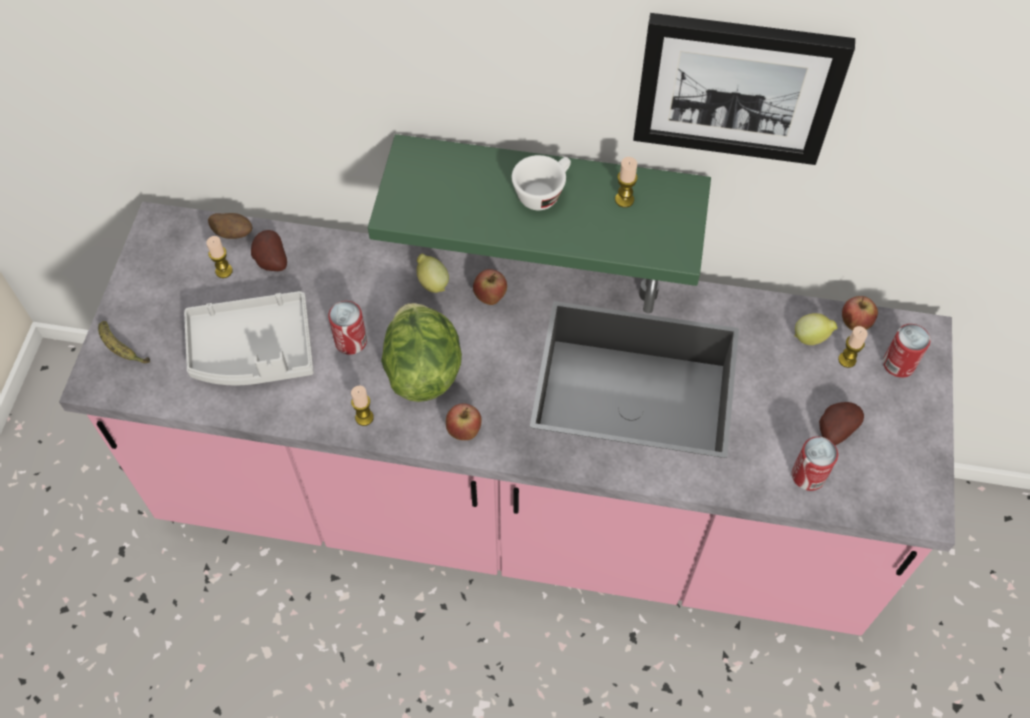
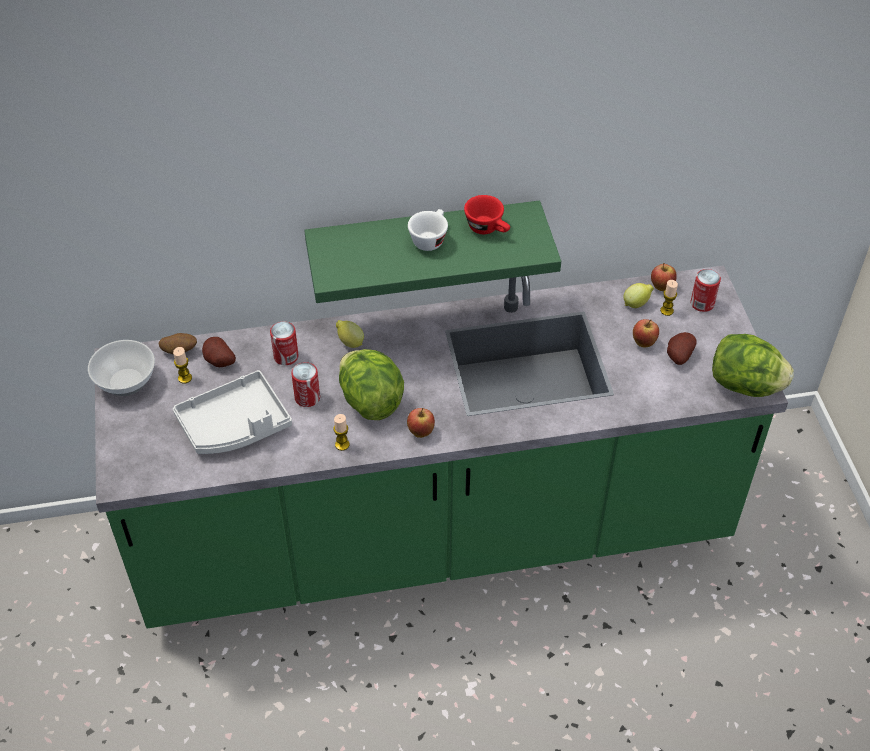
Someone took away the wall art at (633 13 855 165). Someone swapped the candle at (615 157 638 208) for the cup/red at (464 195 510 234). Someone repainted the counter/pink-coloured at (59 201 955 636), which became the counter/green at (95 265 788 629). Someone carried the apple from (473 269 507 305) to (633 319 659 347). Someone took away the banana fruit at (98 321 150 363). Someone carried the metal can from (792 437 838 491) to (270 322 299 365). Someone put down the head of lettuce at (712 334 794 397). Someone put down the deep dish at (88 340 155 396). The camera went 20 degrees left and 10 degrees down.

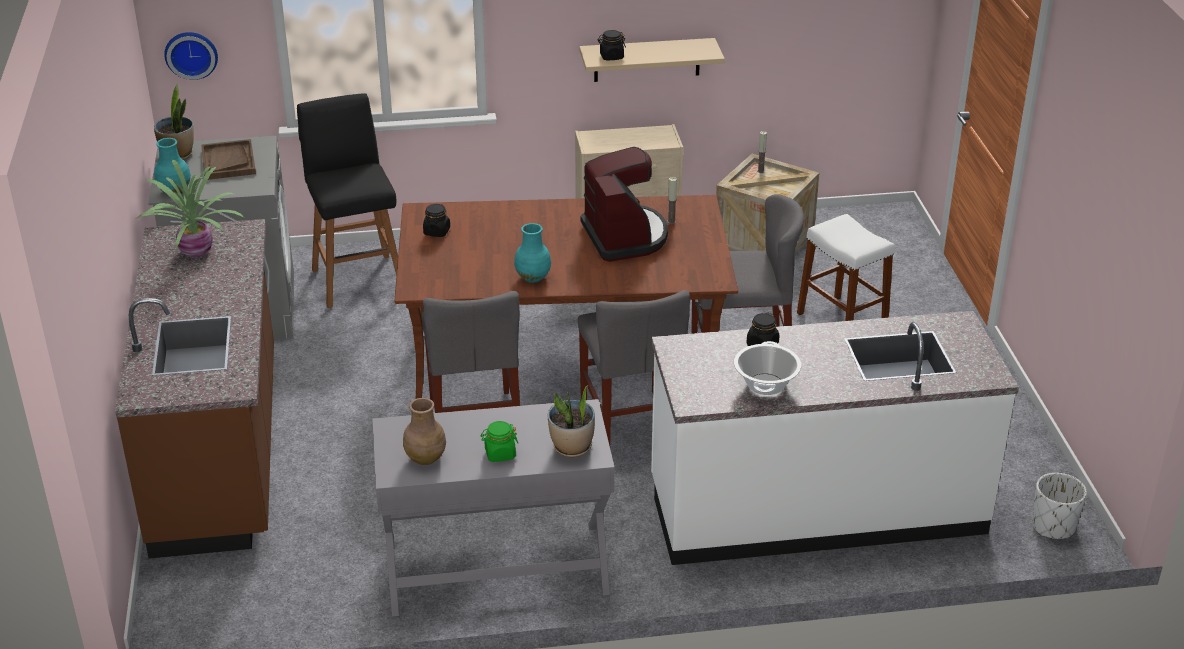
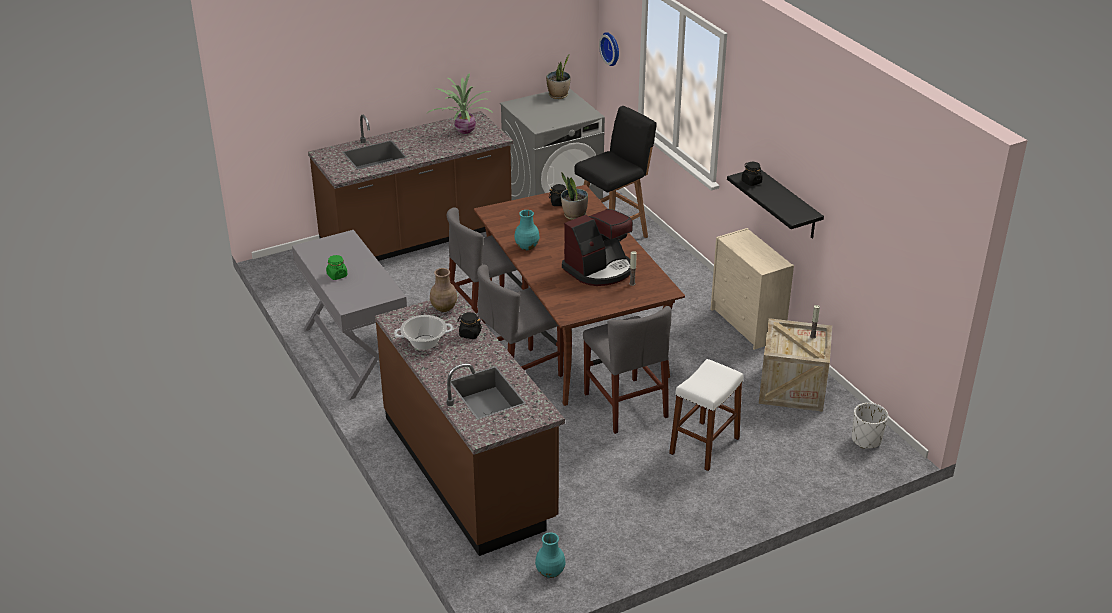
Someone repainted the shelf/sand-coloured at (579 38 725 82), which became the shelf/black-coloured at (727 169 824 239). Someone carried the vase/turquoise from (154 138 191 194) to (535 532 565 578). Someone took away the serving tray/brownish at (201 139 256 180). Someone repainted the counter/white-coloured at (651 311 1019 565), which became the counter/brownish at (375 292 565 556). Someone carried the plant in a pot from (548 385 595 457) to (561 173 588 220). Someone carried the vase/brownish from (403 398 446 465) to (430 268 457 312). Someone carried the planter/white-coloured from (1032 473 1087 539) to (852 403 888 449). The camera went 70 degrees right and 0 degrees up.

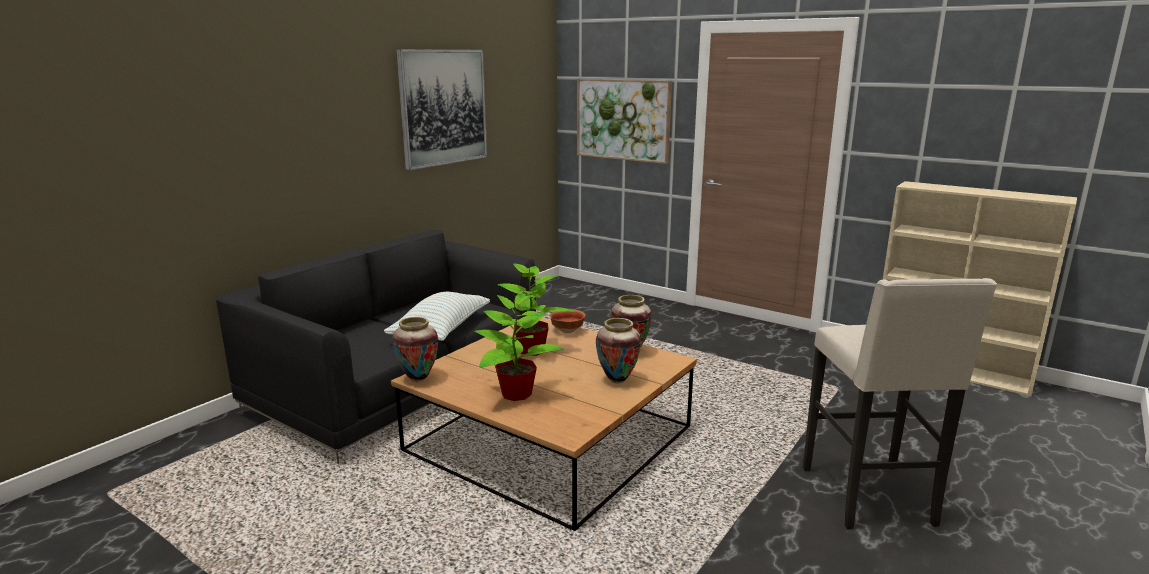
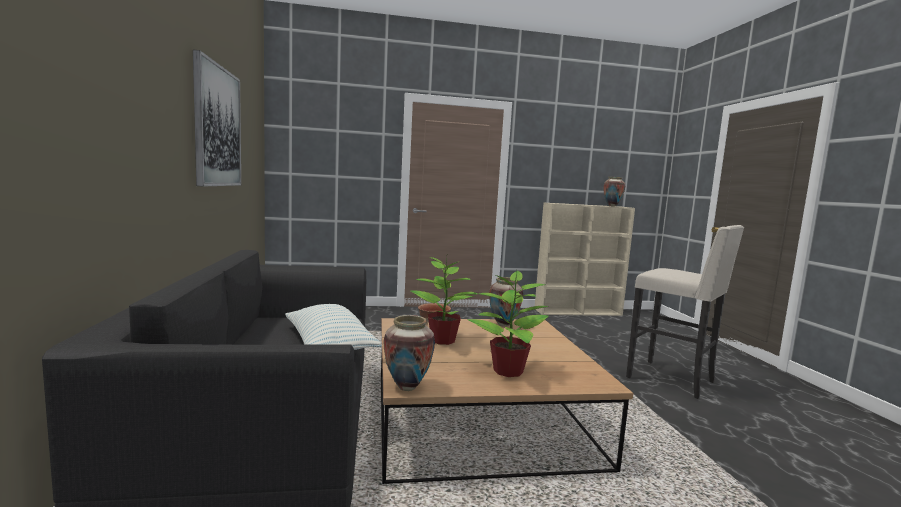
Someone took away the wall art at (577 79 672 164). Someone carried the vase from (596 318 641 384) to (603 177 625 207). The camera went 45 degrees left and 10 degrees down.

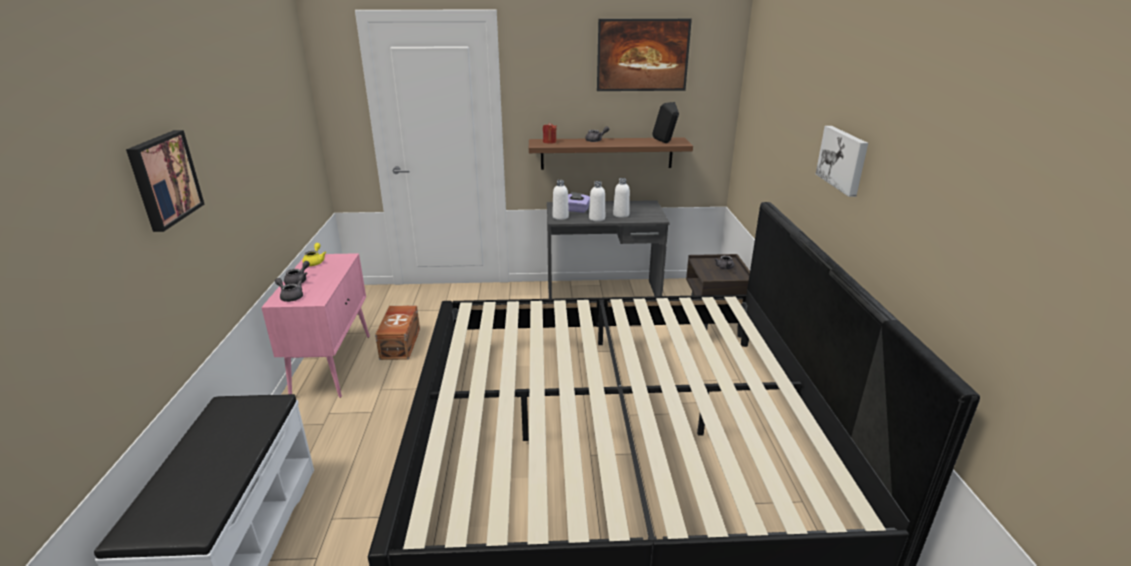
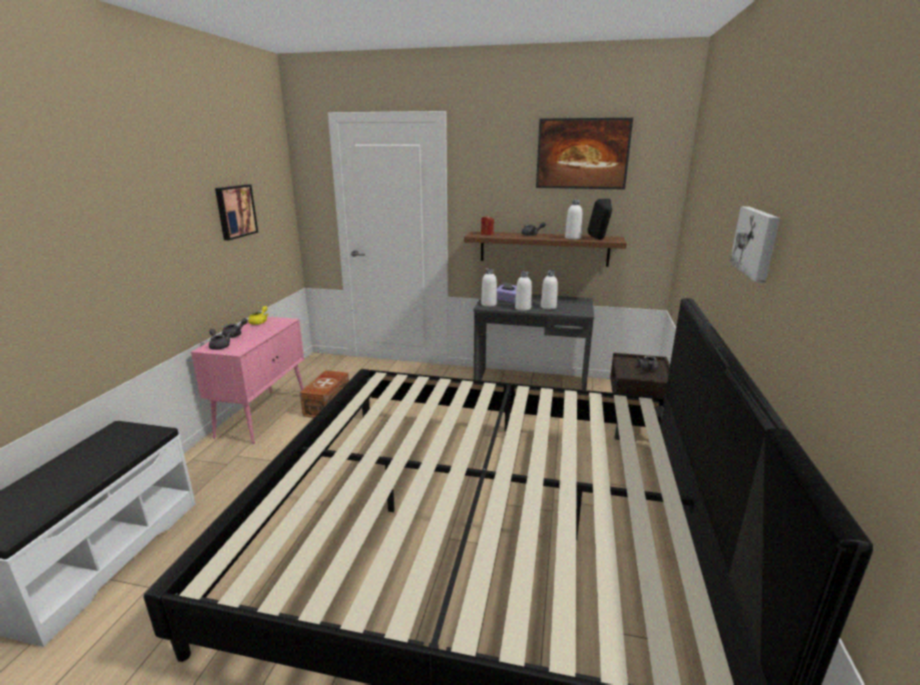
Someone carried the wall art from (126 130 204 232) to (215 184 258 240). Someone put down the drink bottle/white-coloured at (565 200 582 239). The camera went 15 degrees right and 5 degrees down.

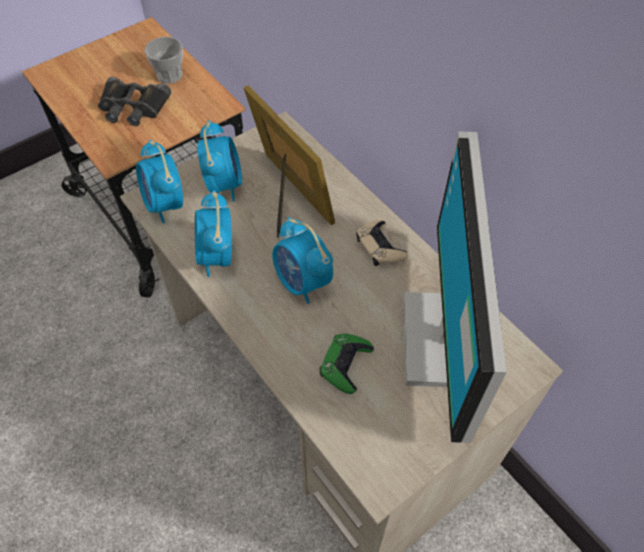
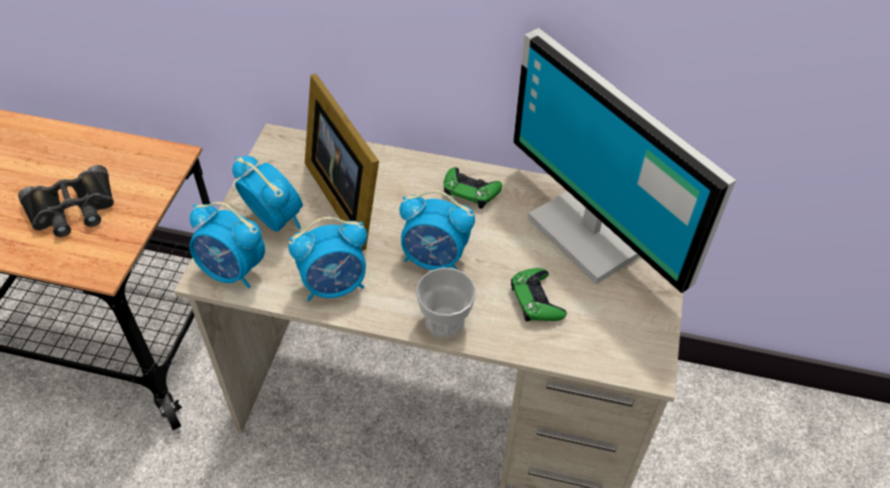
Someone carried the cup from (144 37 183 84) to (416 267 476 337). Someone rotated the standing frame at (244 85 335 238) by 135 degrees counterclockwise. Someone rotated the bedside clock at (195 190 232 277) by 60 degrees counterclockwise. Someone repainted the joypad/sand-coloured at (356 220 408 266), which became the joypad/green at (444 167 502 209). The camera went 40 degrees left and 5 degrees down.

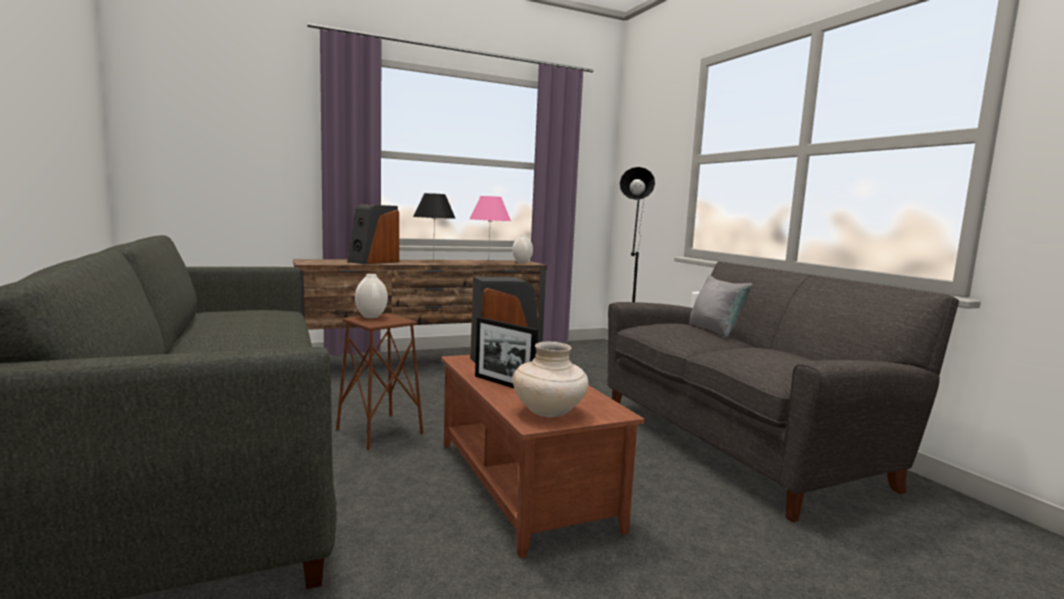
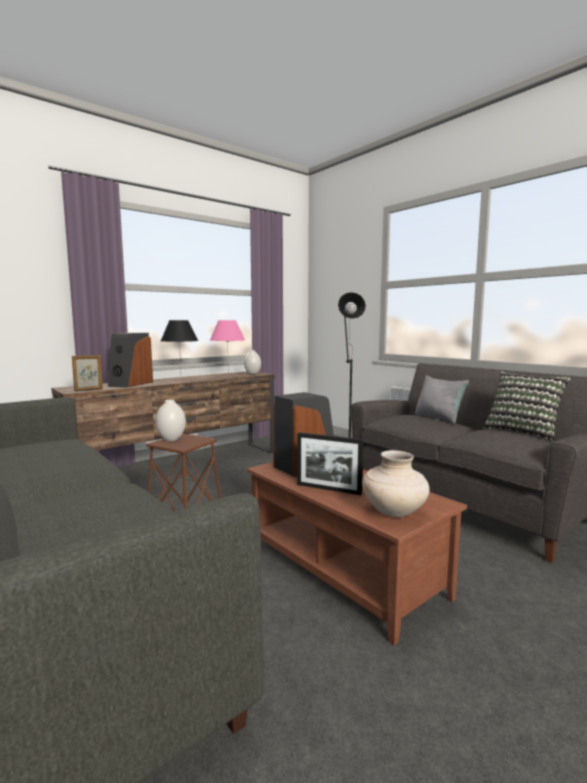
Someone put down the standing frame at (72 355 103 391). Someone put down the pillow at (483 371 571 441). The camera went 15 degrees left and 0 degrees up.

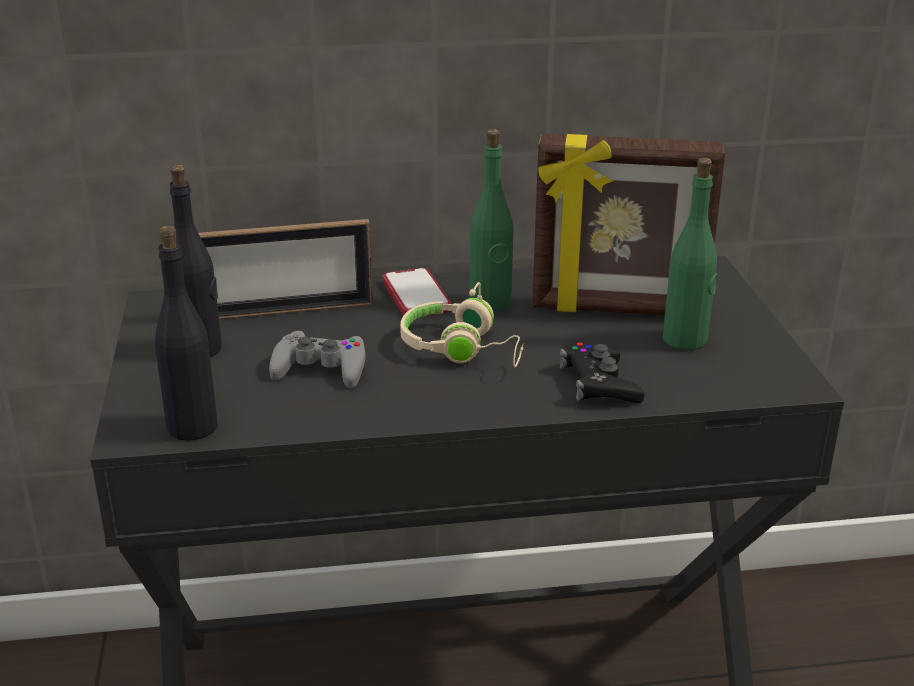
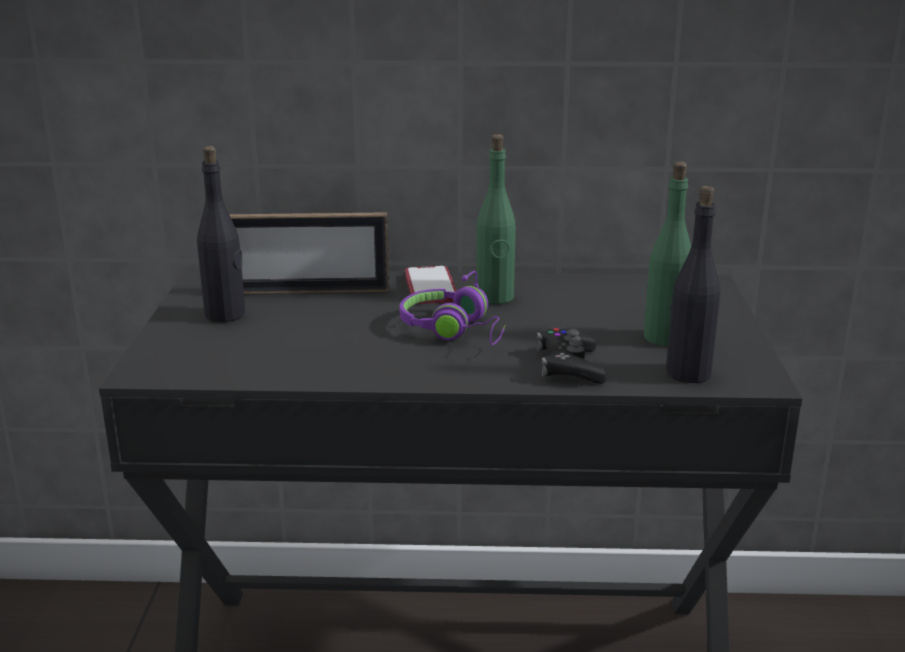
Someone took away the standing frame at (532 133 725 316). Someone carried the drink bottle/black-coloured from (155 226 218 441) to (666 186 720 383). Someone repainted the headphones/sand-coloured at (400 282 524 367), which became the headphones/purple-coloured at (399 271 506 345). Someone took away the joypad/greyish at (269 330 366 388). The camera went 10 degrees right and 5 degrees down.

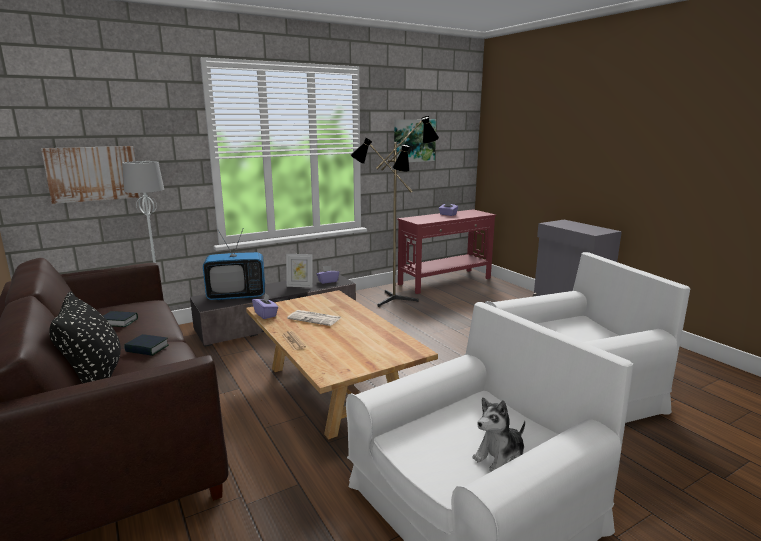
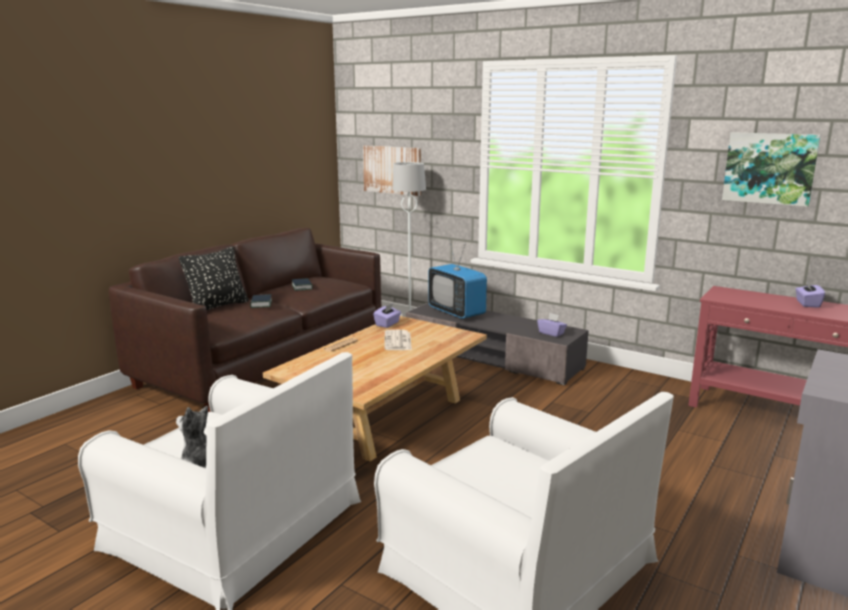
Someone took away the floor lamp at (351 116 439 307). Someone took away the standing frame at (286 254 313 287). The camera went 65 degrees right and 0 degrees up.

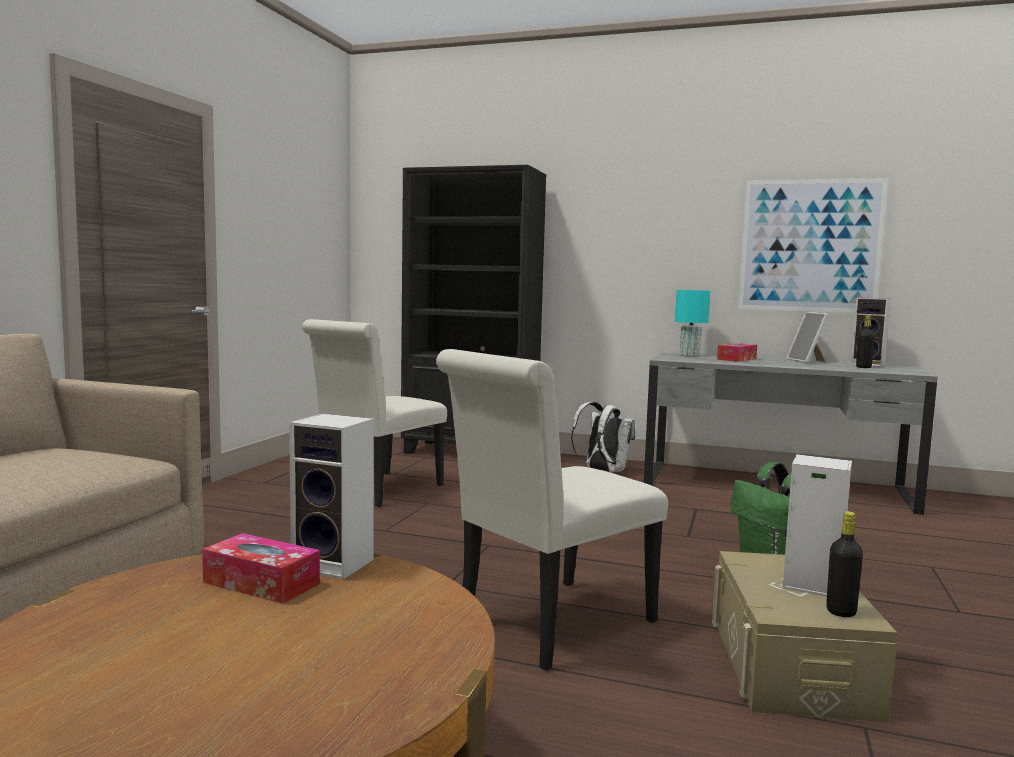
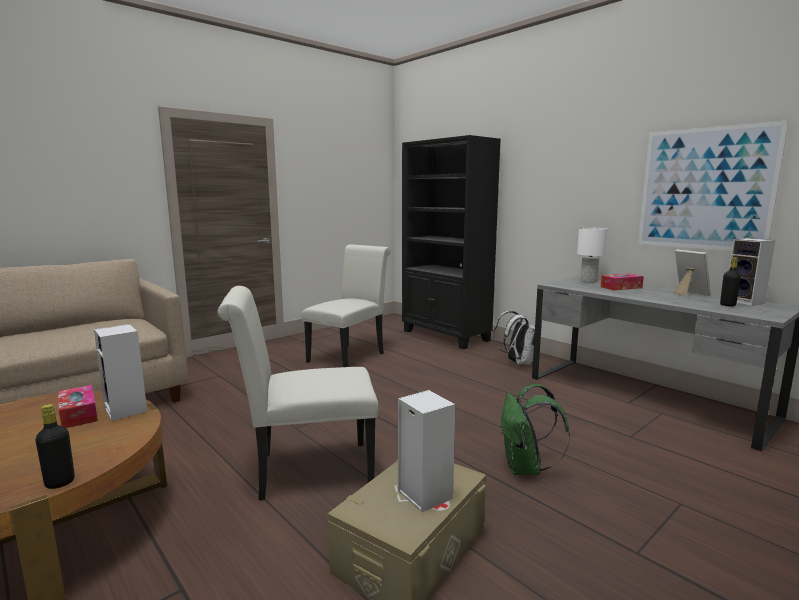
Someone repainted the tabletop lamp/turquoise at (675 290 710 357), which became the tabletop lamp/white-coloured at (577 228 607 283). Someone rotated the standing frame at (786 312 828 363) by 135 degrees clockwise. Someone rotated the chair/white-coloured at (302 319 447 507) by 150 degrees clockwise. Someone carried the drink bottle/black-coloured from (826 511 863 617) to (35 404 75 489). The camera went 30 degrees right and 5 degrees up.

